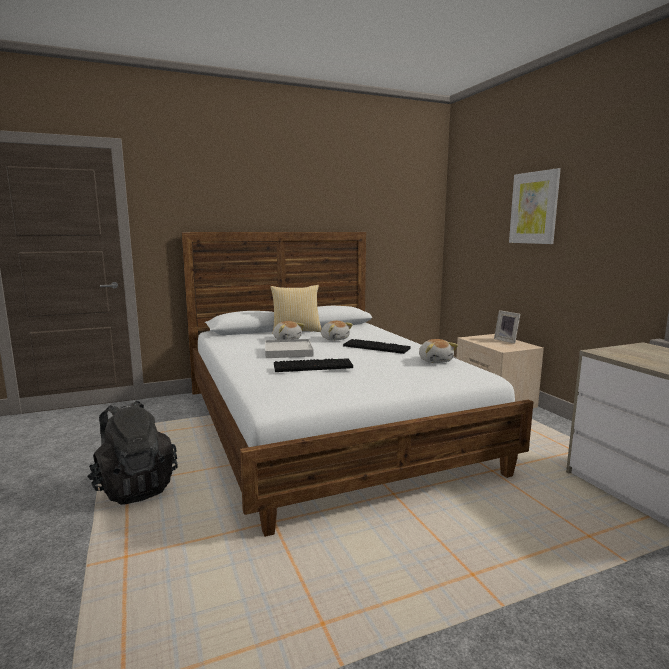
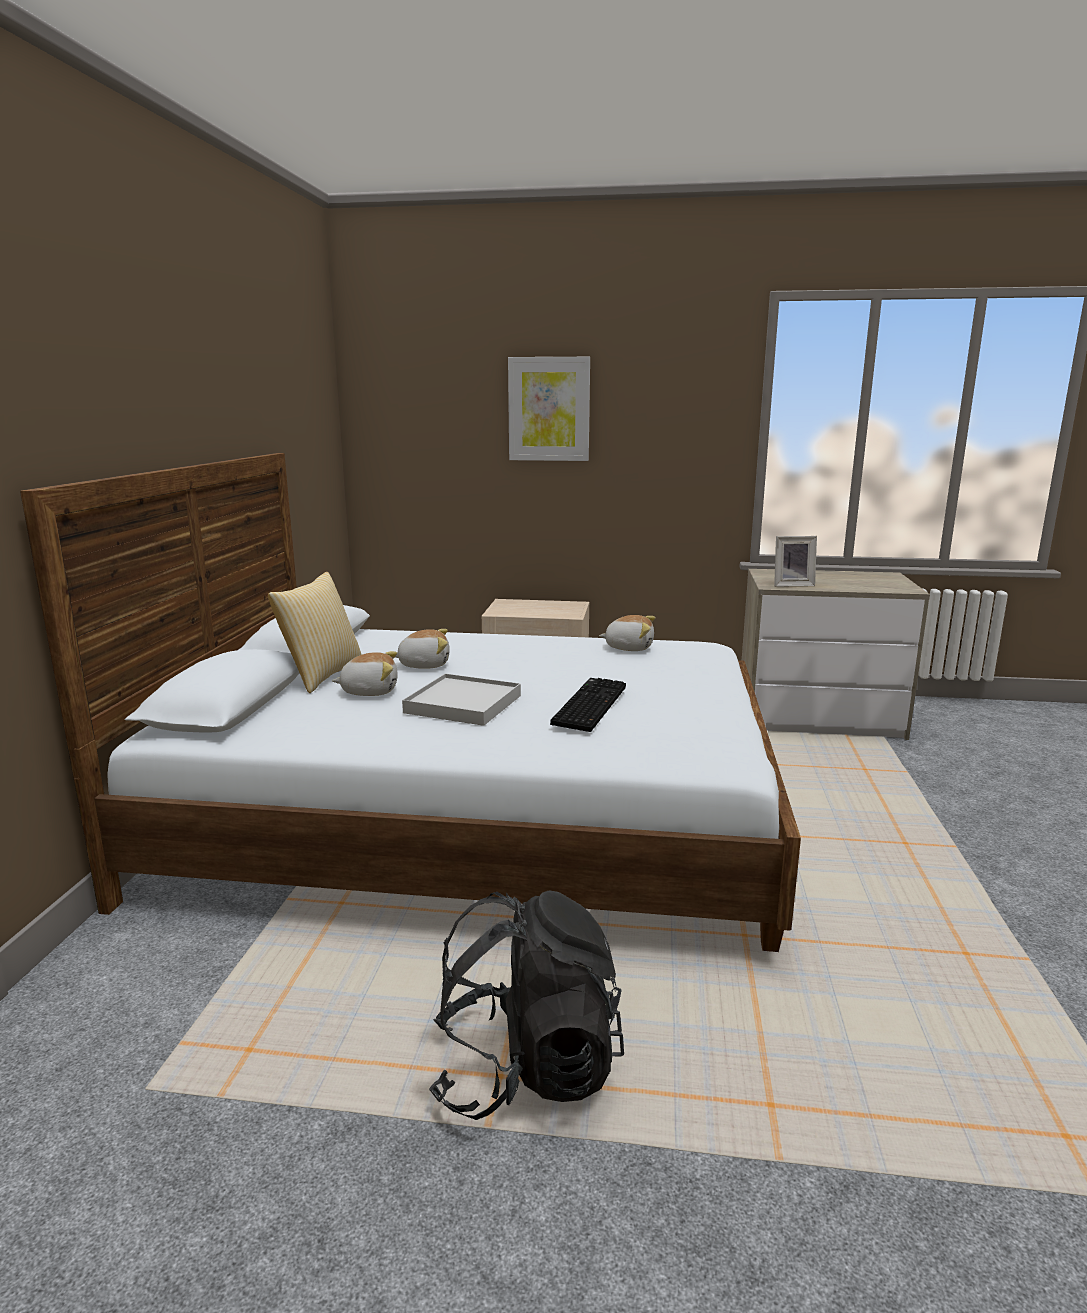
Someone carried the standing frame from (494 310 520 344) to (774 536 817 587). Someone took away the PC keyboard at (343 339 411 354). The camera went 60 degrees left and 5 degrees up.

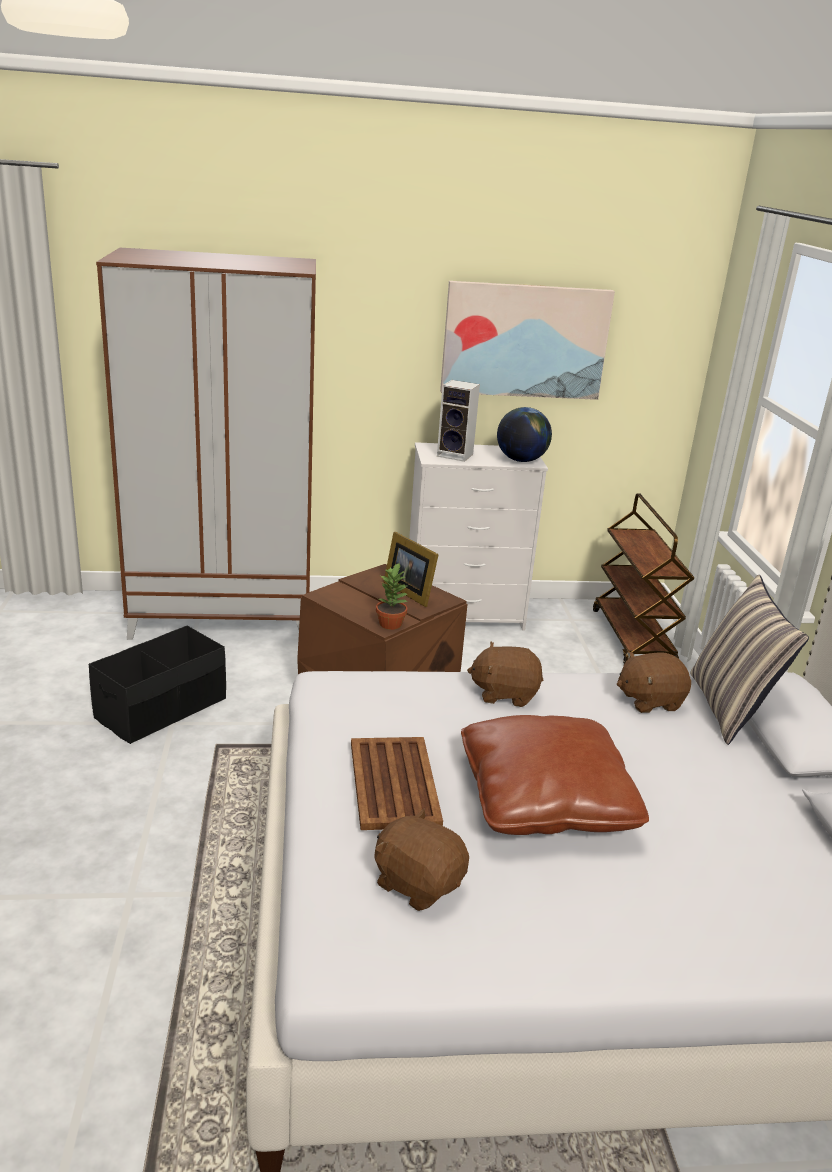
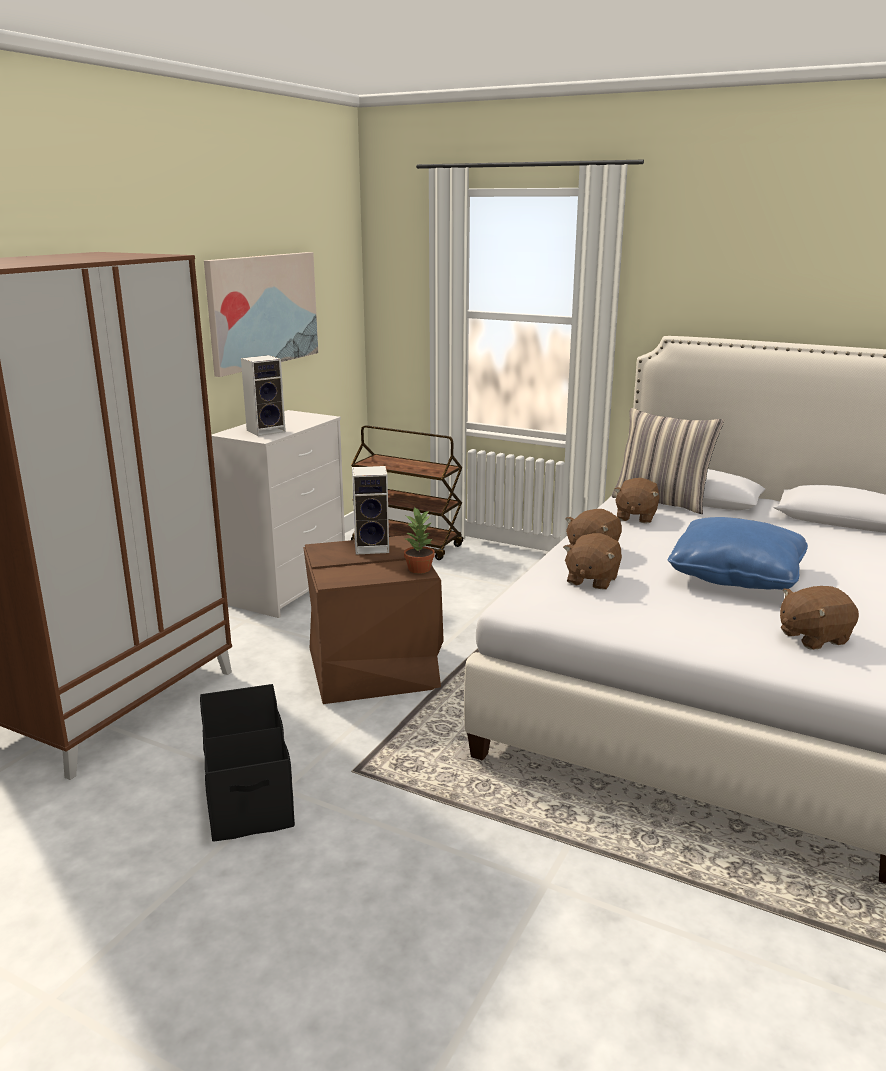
Someone took away the world globe at (497 407 552 462). Someone swapped the standing frame at (384 532 439 607) for the speaker at (352 466 389 555). Someone repainted the pillow/brownish at (461 715 649 835), which became the pillow/bluish at (668 517 808 590). Someone took away the serving tray/brownish at (351 737 443 830). Someone put down the plush toy/brownish at (563 533 622 590). The camera went 55 degrees left and 5 degrees down.

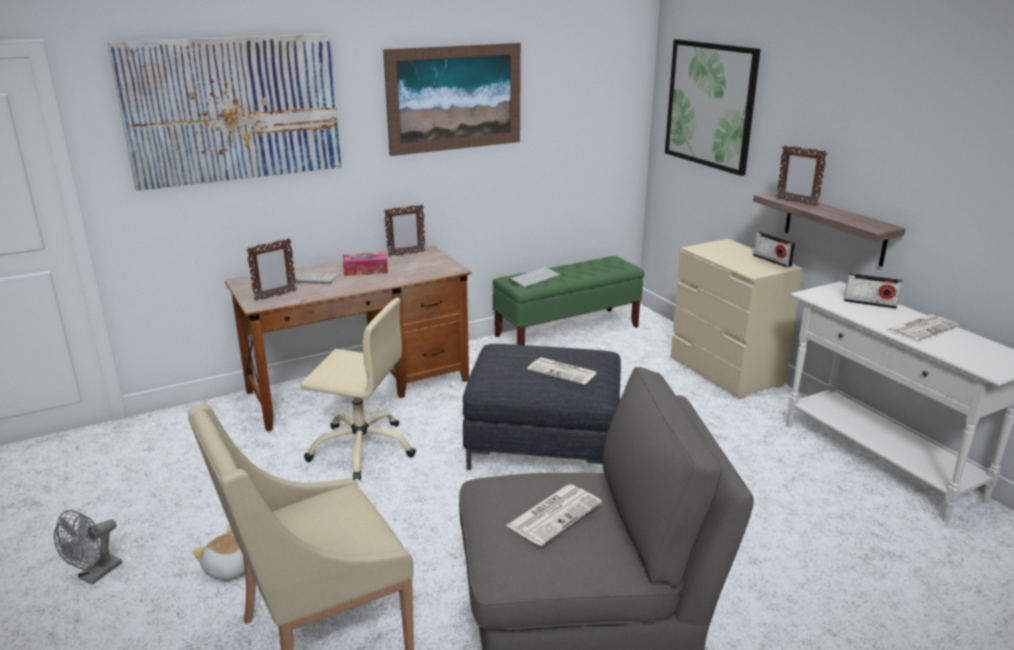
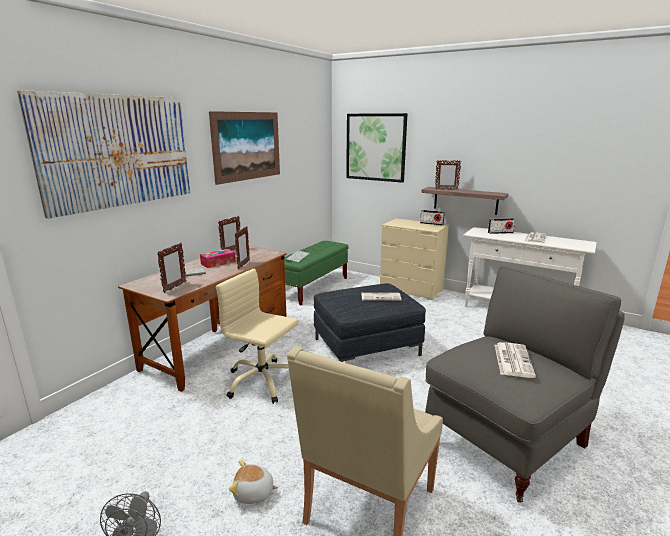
Someone rotated the office chair/sand-coloured at (301 298 416 480) by 135 degrees counterclockwise. Someone put down the standing frame at (235 226 250 269). The camera went 30 degrees left and 5 degrees down.

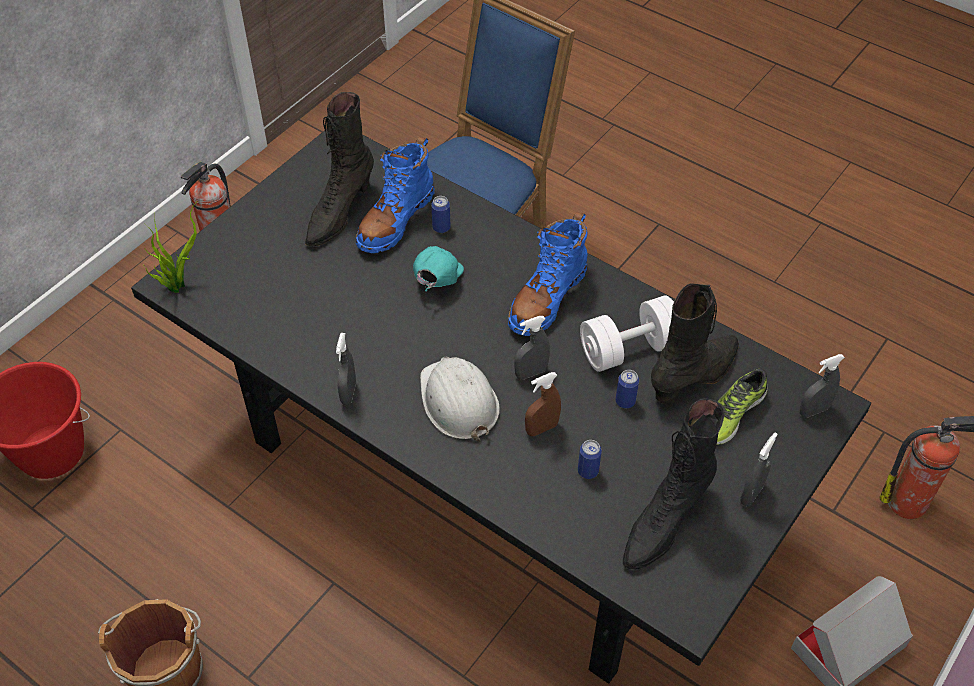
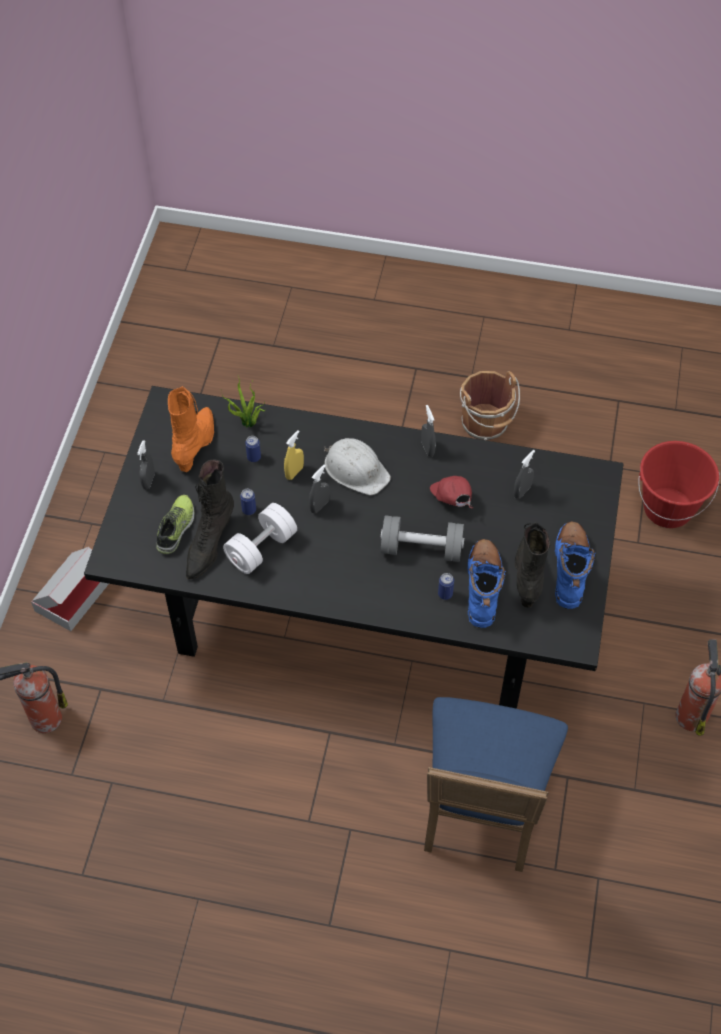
Someone carried the plant in a pot from (145 203 197 293) to (221 377 265 427). Someone carried the boot/bluish from (508 212 588 336) to (555 521 596 609). Someone swapped the baseball cap/turquoise at (413 246 464 292) for the dumbbell/greyish at (380 515 464 562). Someone carried the spray bottle/greyish from (800 354 845 417) to (513 450 535 499). Someone repainted the spray bottle/brownish at (525 372 561 436), which became the spray bottle/yellow at (284 430 304 480). Someone repainted the boot/black-coloured at (623 398 725 569), which became the boot/orangey at (168 386 214 472). Someone put down the baseball cap/red at (430 476 473 509). The camera went 155 degrees right and 5 degrees up.

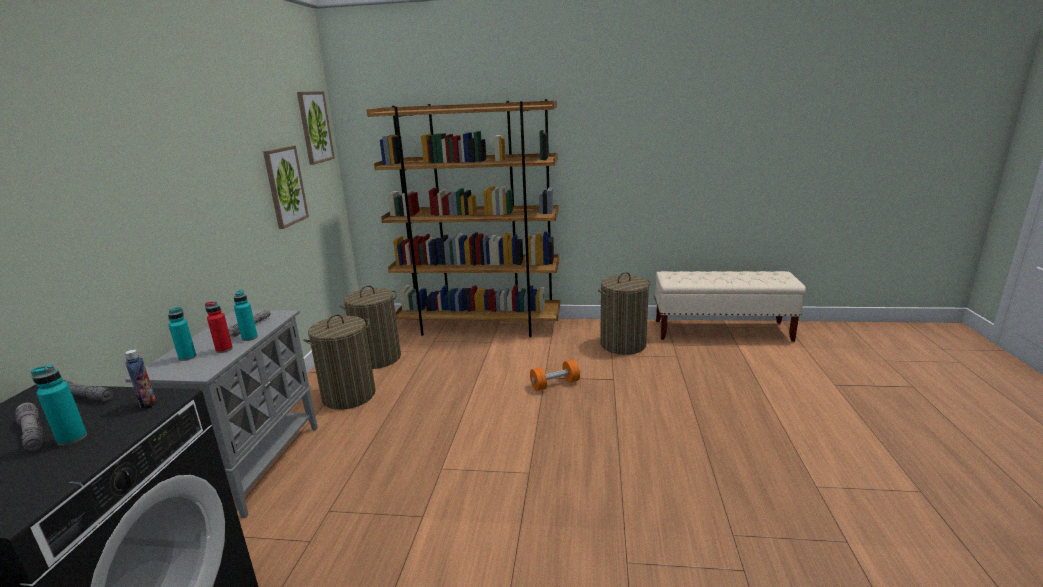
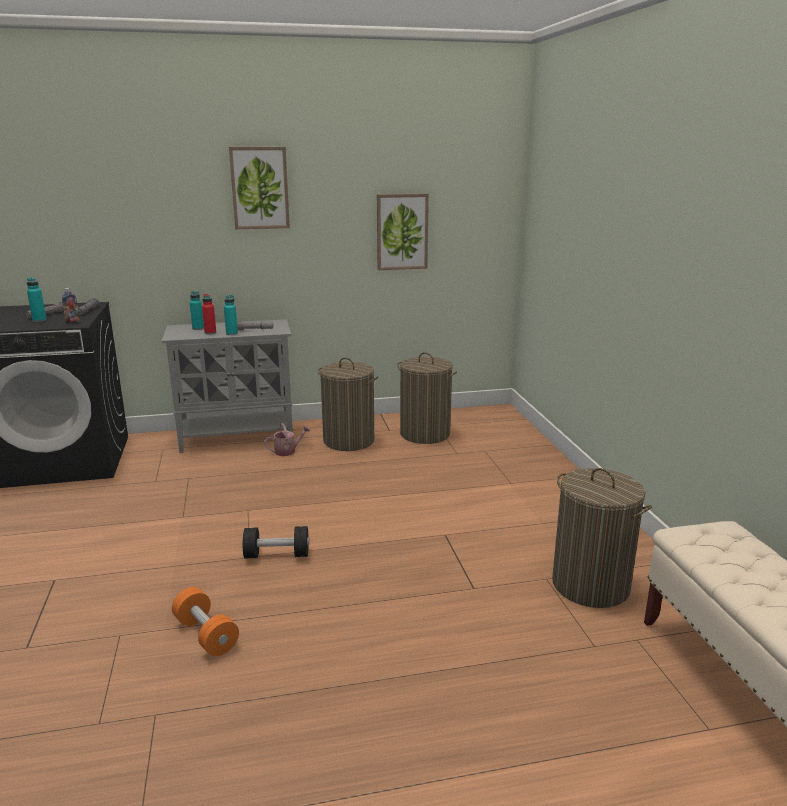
Someone carried the wall art from (297 91 335 165) to (229 147 290 229). Someone took away the bookcase/brownish at (367 99 560 337). Someone carried the dumbbell/orangey from (530 360 580 391) to (172 587 239 656). Someone put down the watering pot at (264 423 311 456). Someone put down the dumbbell/black-coloured at (243 526 309 558). The camera went 70 degrees right and 0 degrees up.

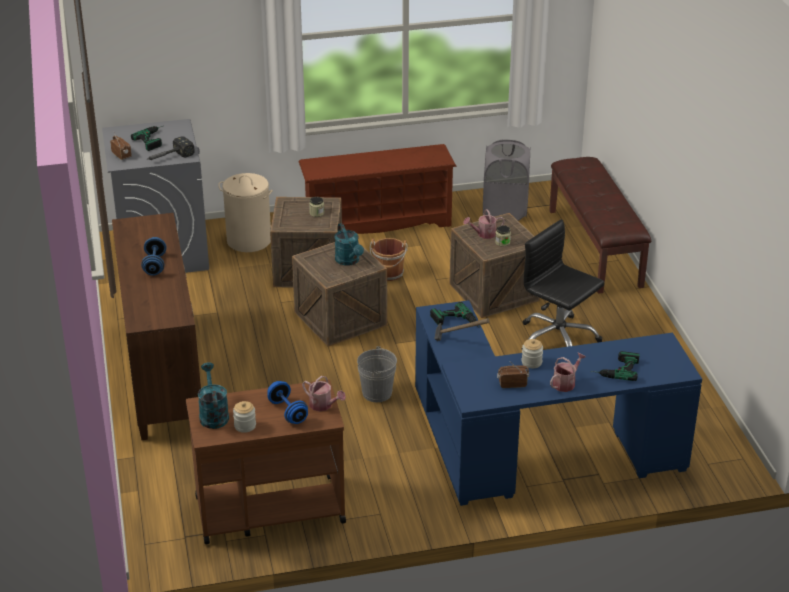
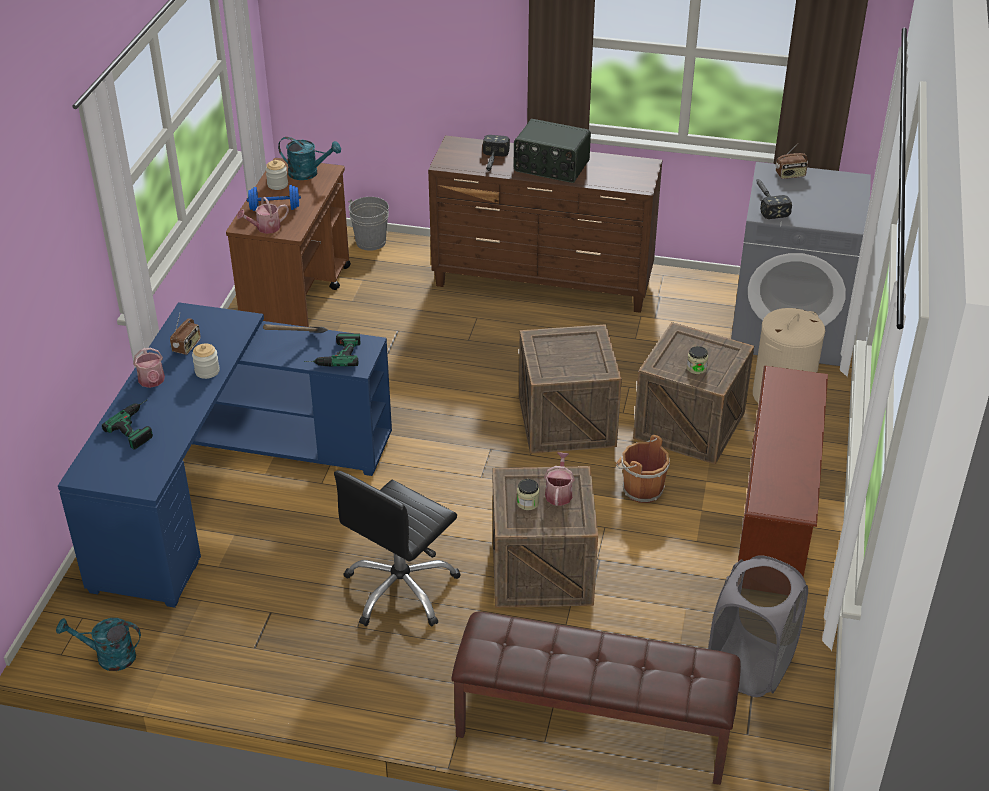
Someone took away the electric drill at (131 126 163 151). Someone rotated the office chair/black-coloured at (522 219 605 350) by 150 degrees clockwise. Someone carried the watering pot/turquoise from (335 223 364 265) to (56 618 141 671). Someone swapped the dumbbell/bluish at (141 237 166 276) for the radio set at (514 119 591 183). Someone carried the pail/greyish from (357 346 397 402) to (348 197 389 251). Someone put down the hammer at (483 135 510 171). The camera went 115 degrees right and 5 degrees up.

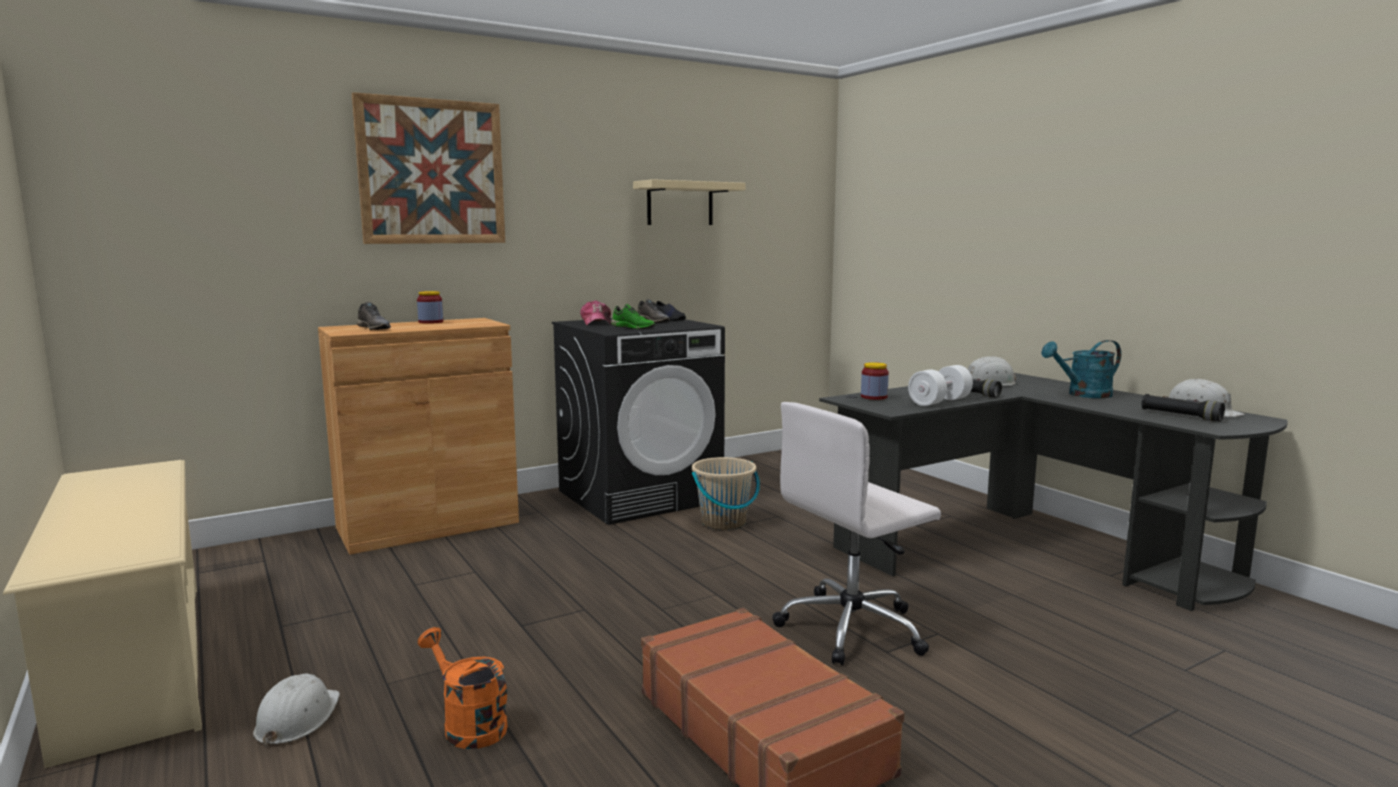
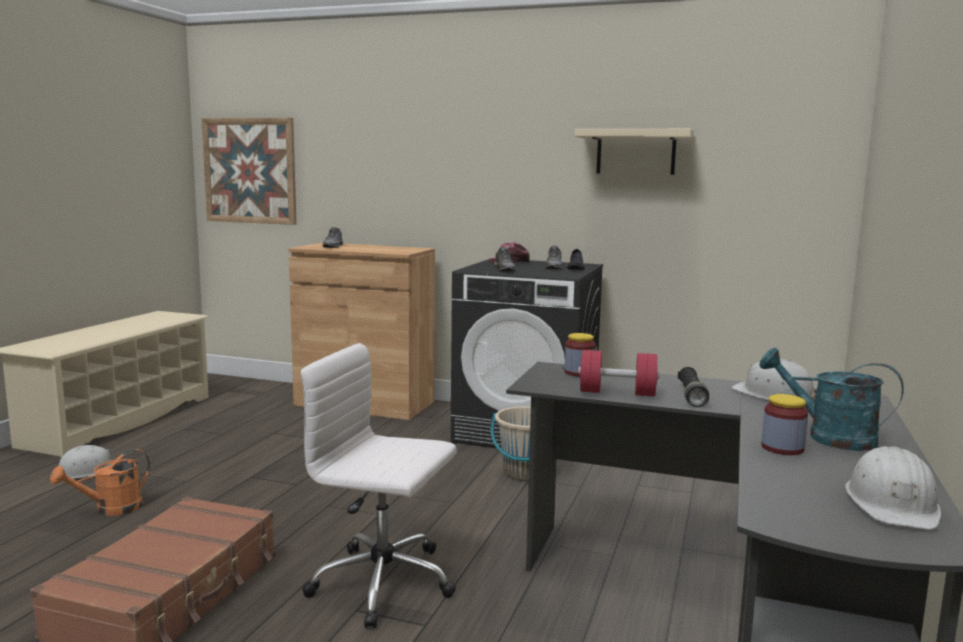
Someone carried the wall art from (352 92 505 244) to (202 118 296 225). Someone carried the preserve jar from (417 291 443 324) to (761 394 808 455). Someone repainted the low shoe/green at (611 304 655 329), which became the low shoe/greyish at (494 247 516 271). Someone repainted the dumbbell/white-coloured at (908 365 973 406), which became the dumbbell/red at (578 350 659 397). Someone took away the hand torch/black-coloured at (1141 394 1225 422). Someone rotated the watering pot/orangey at (418 627 508 749) by 135 degrees counterclockwise. The camera went 50 degrees right and 0 degrees up.

